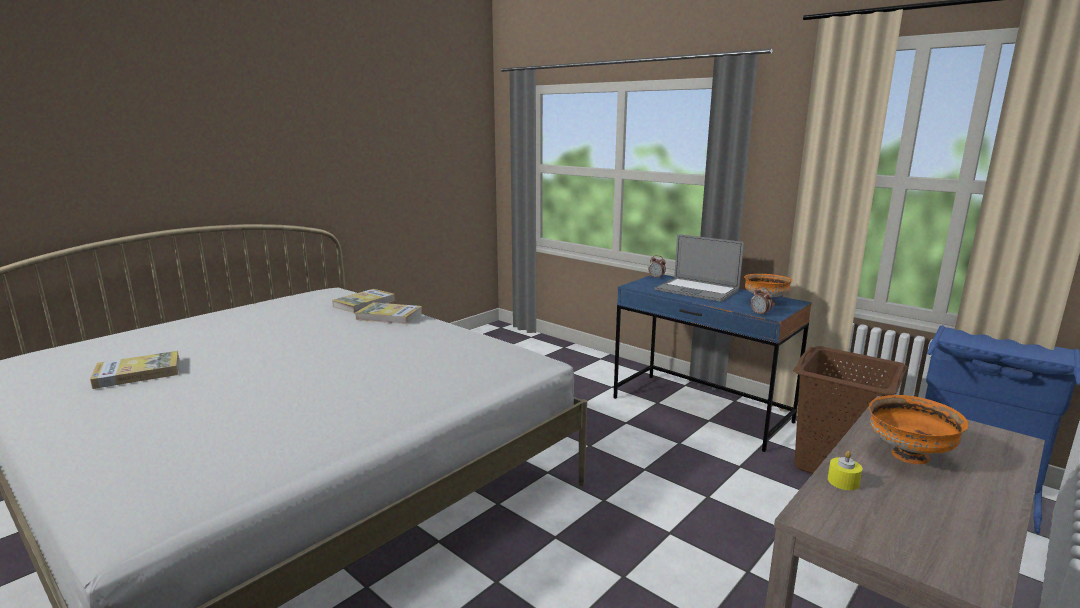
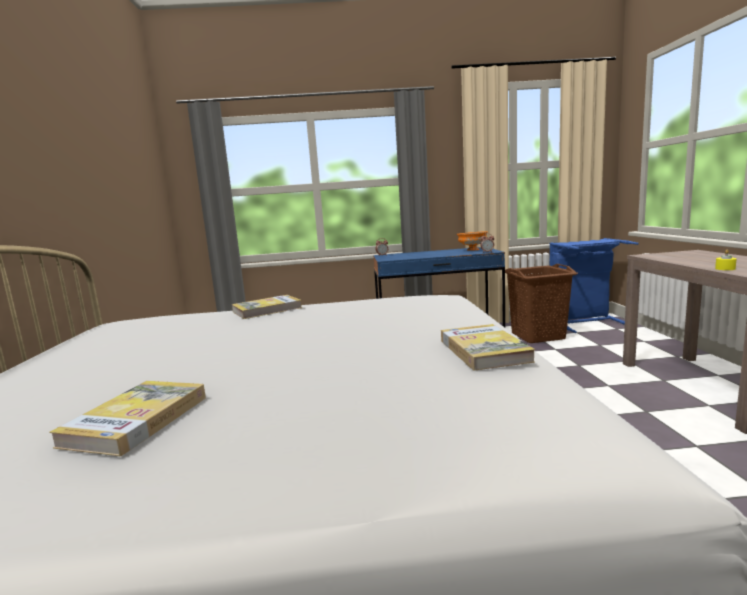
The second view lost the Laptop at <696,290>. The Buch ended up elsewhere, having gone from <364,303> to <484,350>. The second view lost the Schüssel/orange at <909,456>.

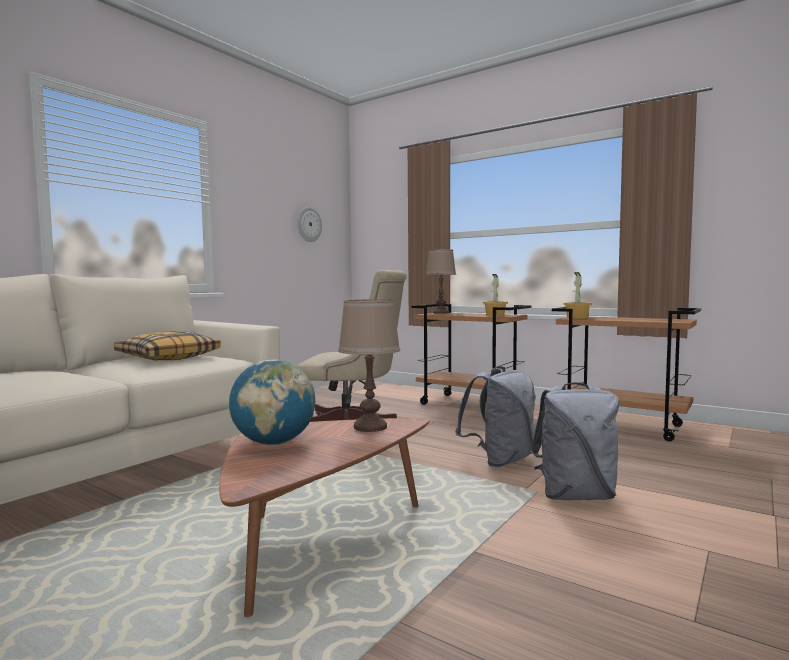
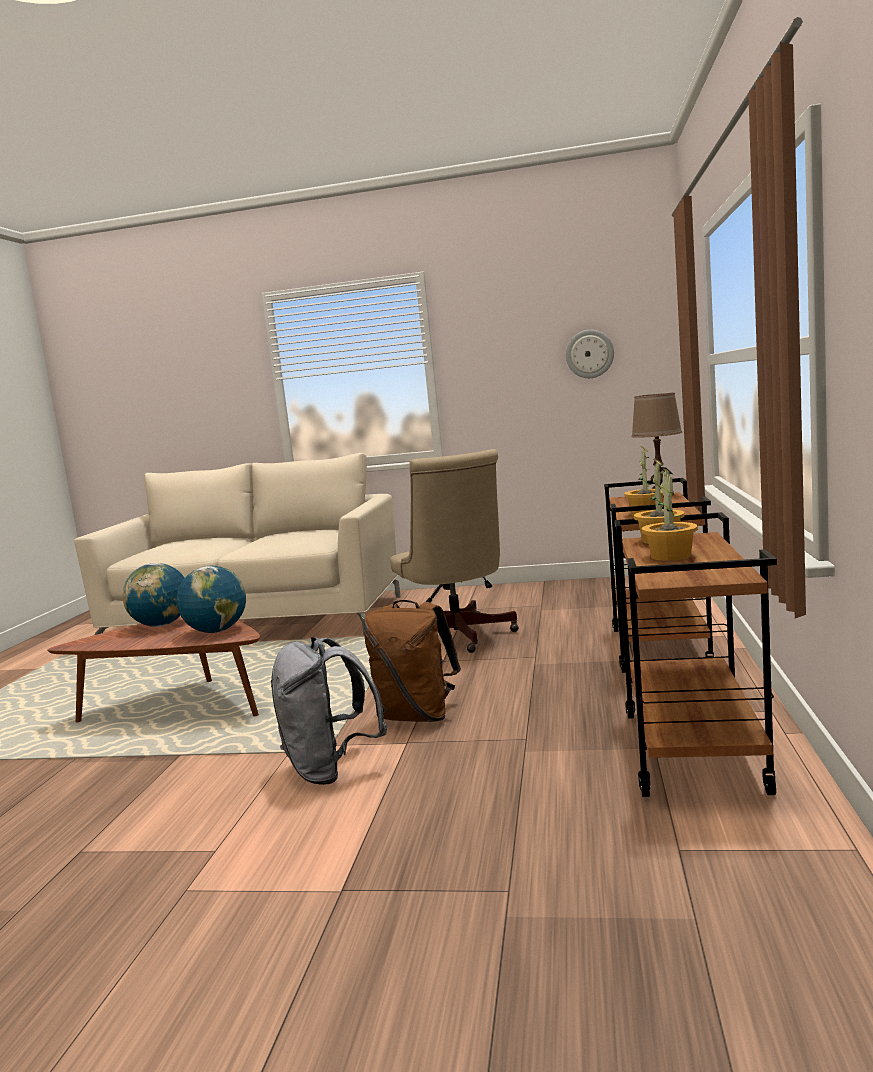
Where the Tischlampe/braun stood at <370,427>, the Globus came to stand at <216,631>. The second view lost the Kissen at <168,357>. What was the Rucksack/grau at <500,460> turned into the Rucksack/braun at <417,716>. The second view gained the Topfpflanze at <670,556>.

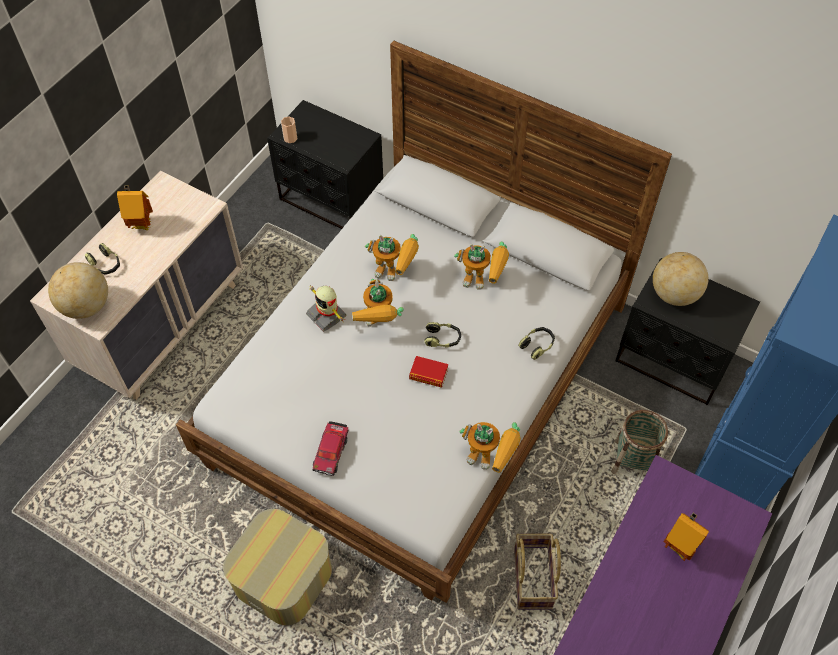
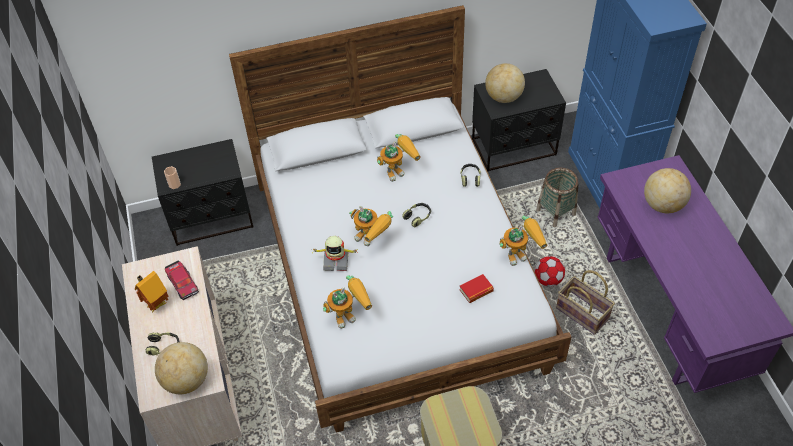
The Spielzeugroboter ended up elsewhere, having gone from <395,272> to <350,314>. The Buch ended up elsewhere, having gone from <428,374> to <476,290>. The Spielzeugauto ended up elsewhere, having gone from <331,451> to <182,283>. Where the Spielzeughaus stood at <679,546>, the Globus came to stand at <662,205>. The second view gained the Fußball at <548,279>.

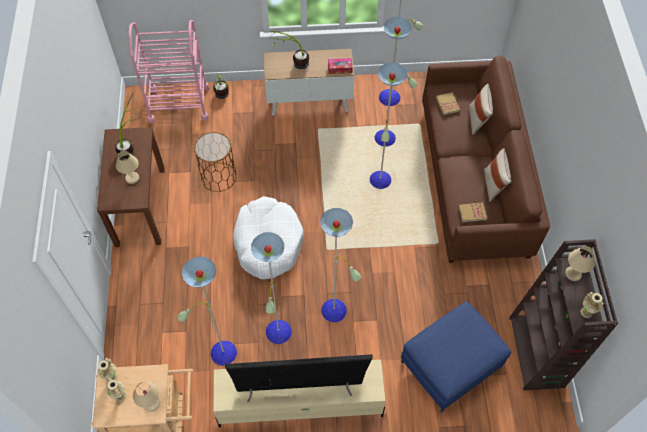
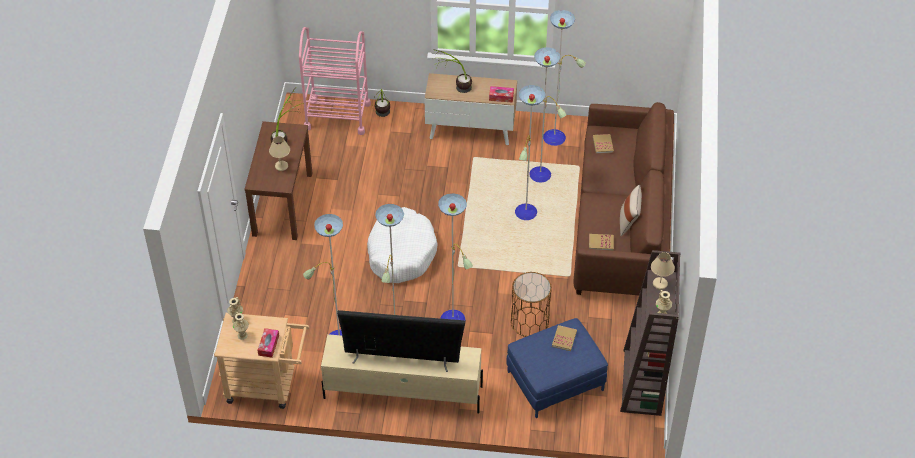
The second view lost the Kissen/beige at <477,120>. The Beistelltisch/braun ended up elsewhere, having gone from <219,177> to <530,322>. Where the Tischlampe/beige stood at <152,404>, the Taschentuchbox came to stand at <268,345>. The second view gained the Buch at <564,339>.

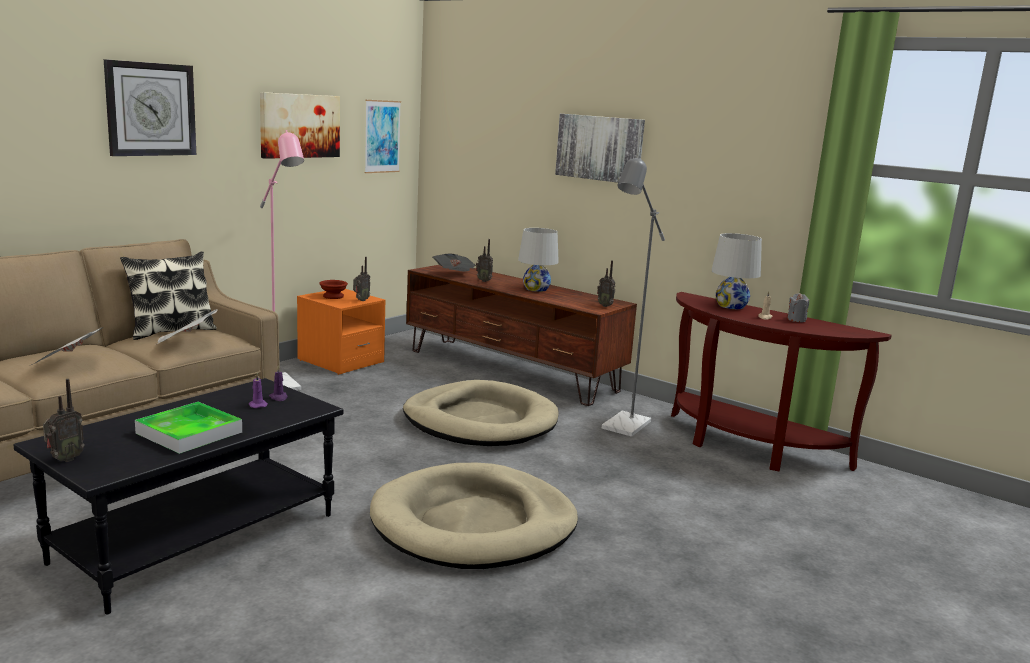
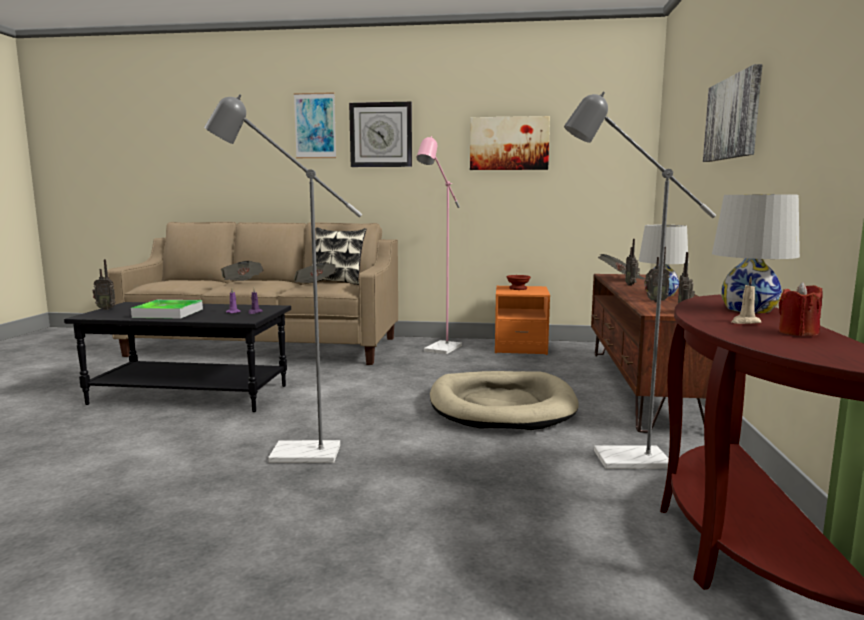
The Bild ended up elsewhere, having gone from <382,136> to <315,126>. The Radio ended up elsewhere, having gone from <360,300> to <654,301>. What was the Kerze/grau at <796,320> turned into the Kerze/rot at <798,333>. Where the Hundebett/beige stood at <474,524>, the Stehlampe/grau came to stand at <291,454>.

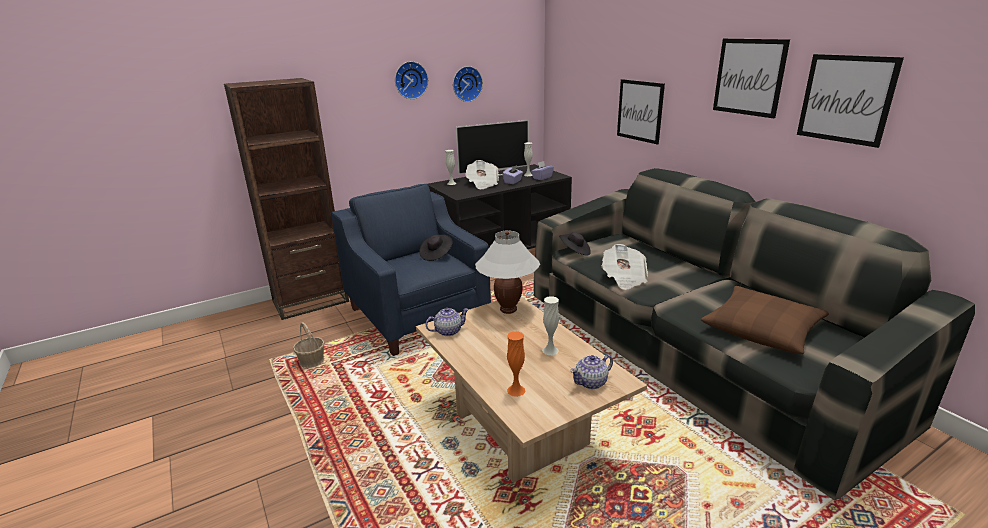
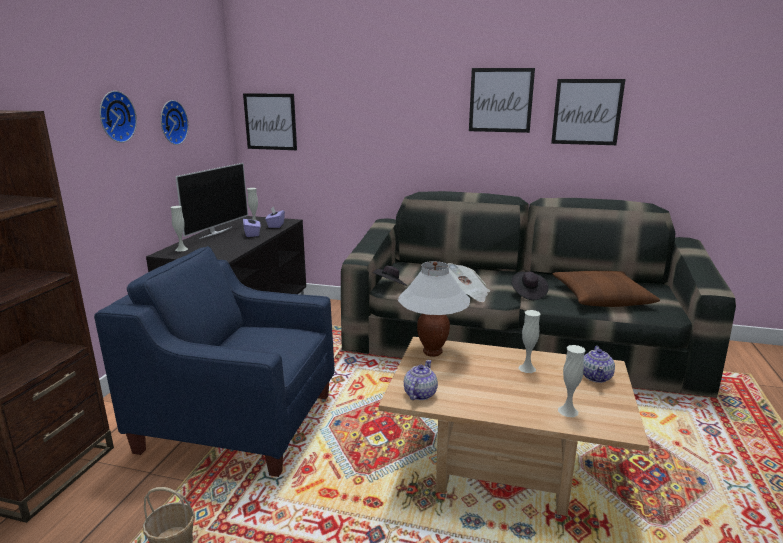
The Bild ended up elsewhere, having gone from <640,111> to <270,121>. The second view lost the Zeitung at <482,184>. The Hut/schwarz ended up elsewhere, having gone from <436,255> to <528,293>. What was the Vase/orange at <516,390> turned into the Vase/weiß at <568,411>.

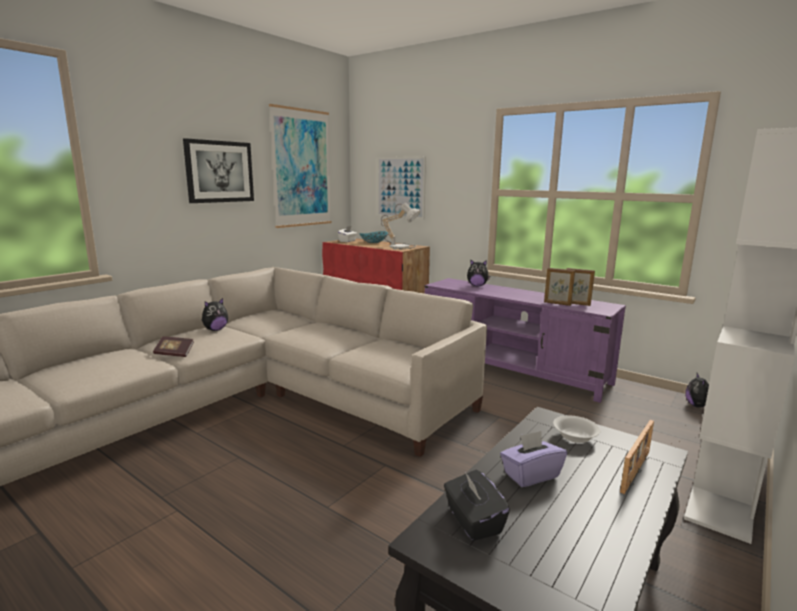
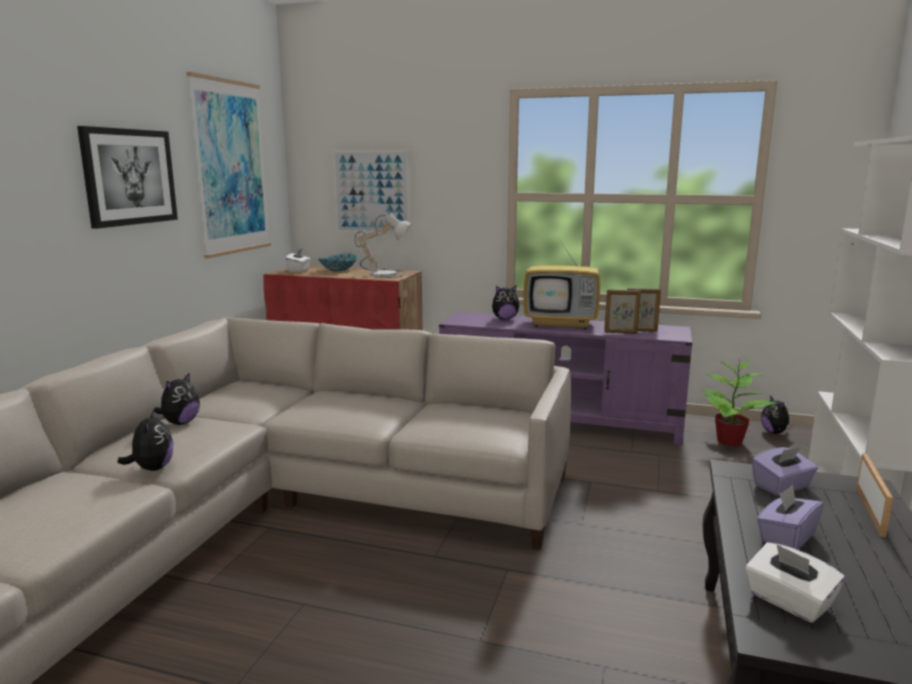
Where the Buch stood at <174,353>, the Plüschtier came to stand at <152,468>. Where the Schüssel/weiß stood at <575,437>, the Taschentuchbox/lila came to stand at <782,486>. What was the Taschentuchbox/schwarz at <473,521> turned into the Taschentuchbox/weiß at <788,602>. The second view gained the Fernseher at <562,324>. The second view gained the Topfpflanze at <728,441>.

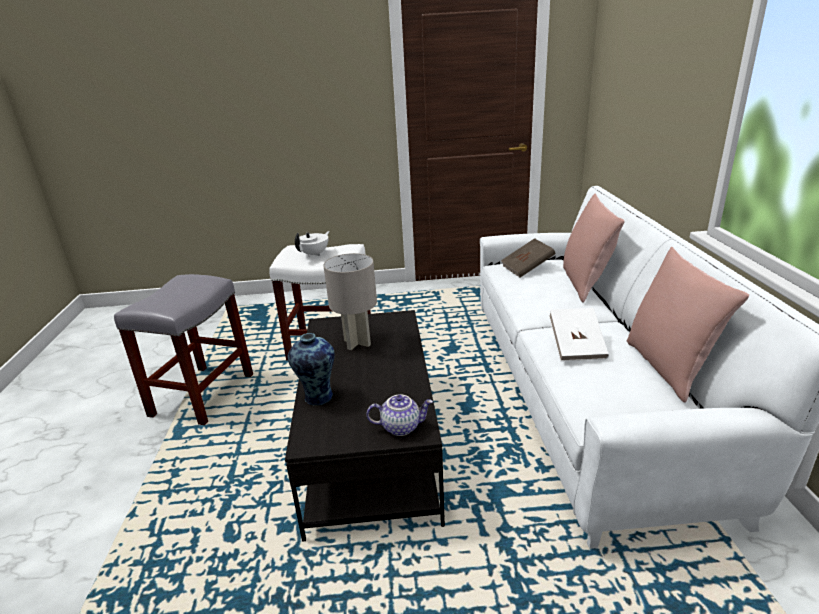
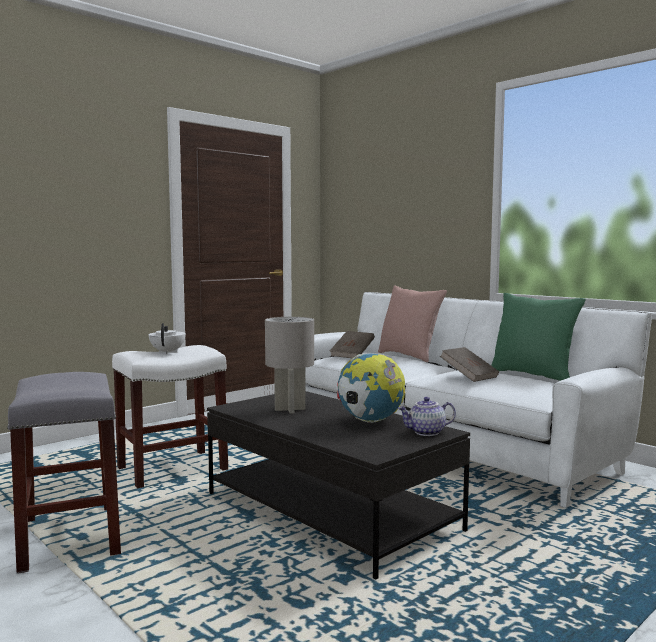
What was the Kissen/rosa at <668,368> turned into the Kissen/grün at <533,376>. What was the Buch/weiß at <576,347> turned into the Buch/braun at <469,376>. The second view lost the Vase at <317,397>. The Teekanne at <401,427> ended up facing another way, 150 degrees counterclockwise from before. The second view gained the Globus at <370,421>.

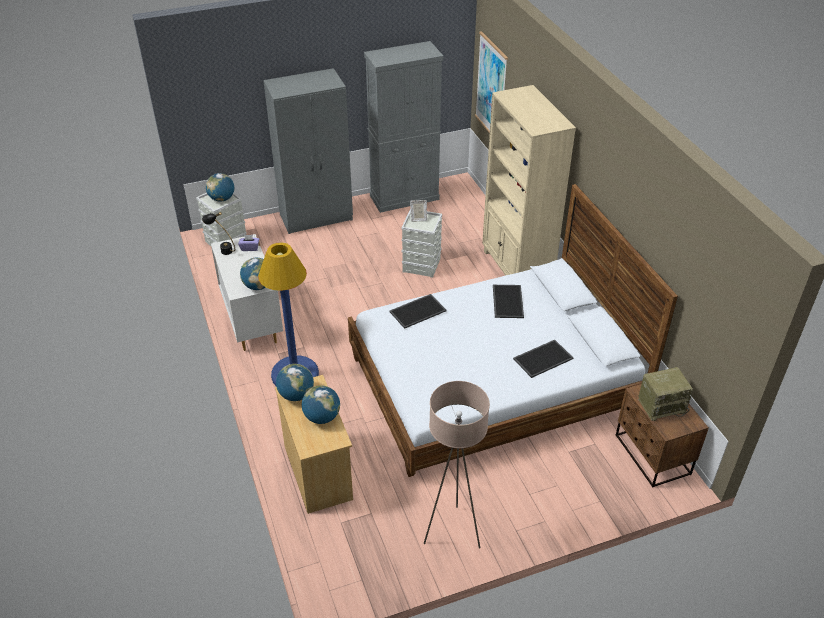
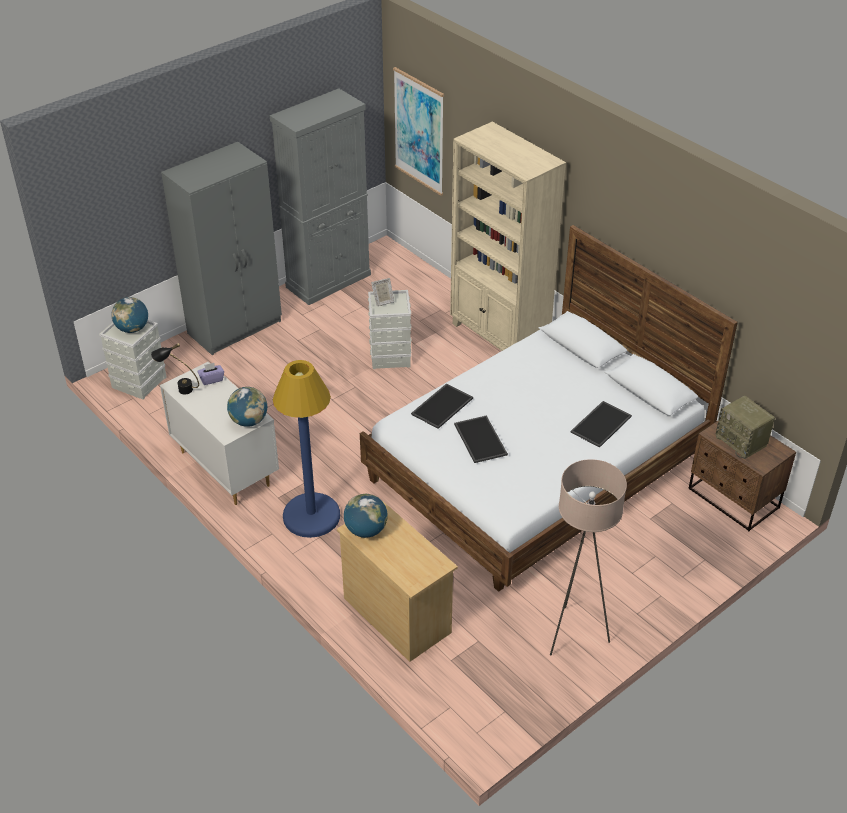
The Tablett ended up elsewhere, having gone from <507,301> to <479,439>. The Radio at <662,405> ended up facing another way, 90 degrees clockwise from before. The second view lost the Globus at <322,417>.

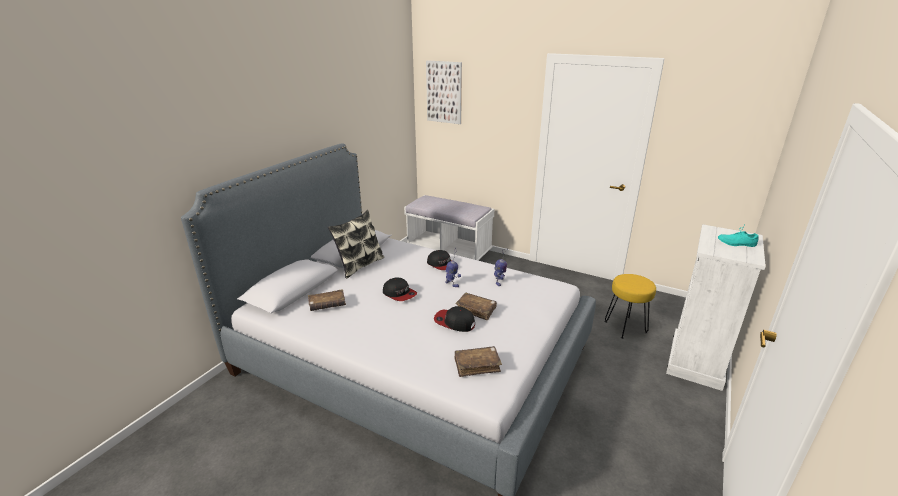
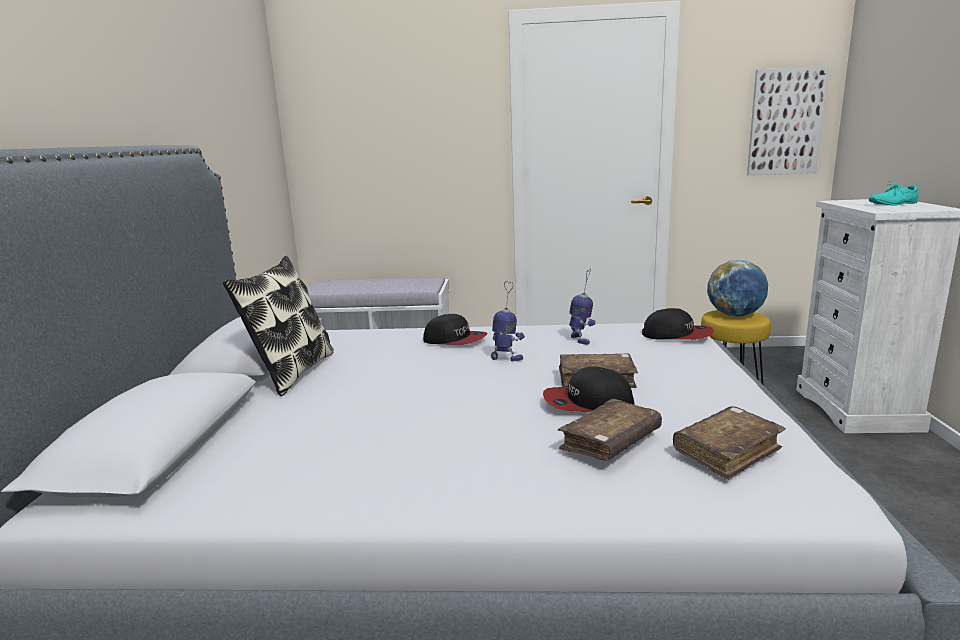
The Bild ended up elsewhere, having gone from <444,92> to <785,122>. The Kappe ended up elsewhere, having gone from <399,294> to <677,335>. The Buch/braun ended up elsewhere, having gone from <327,305> to <610,442>. The second view gained the Globus at <735,315>.

